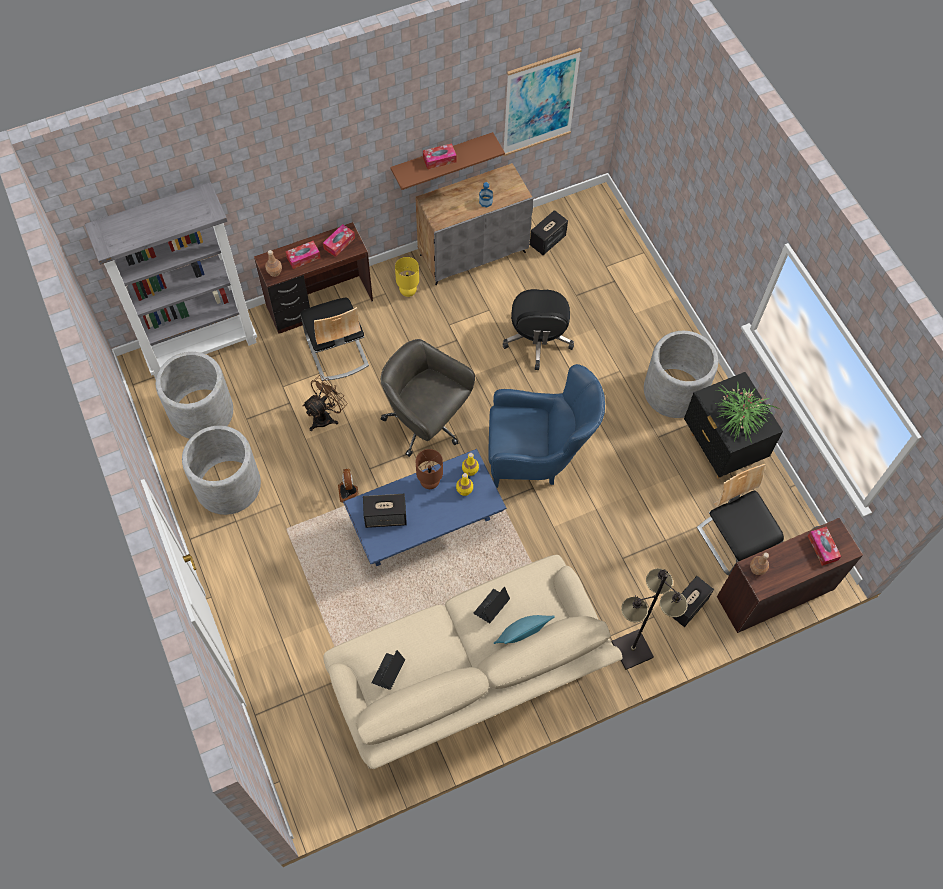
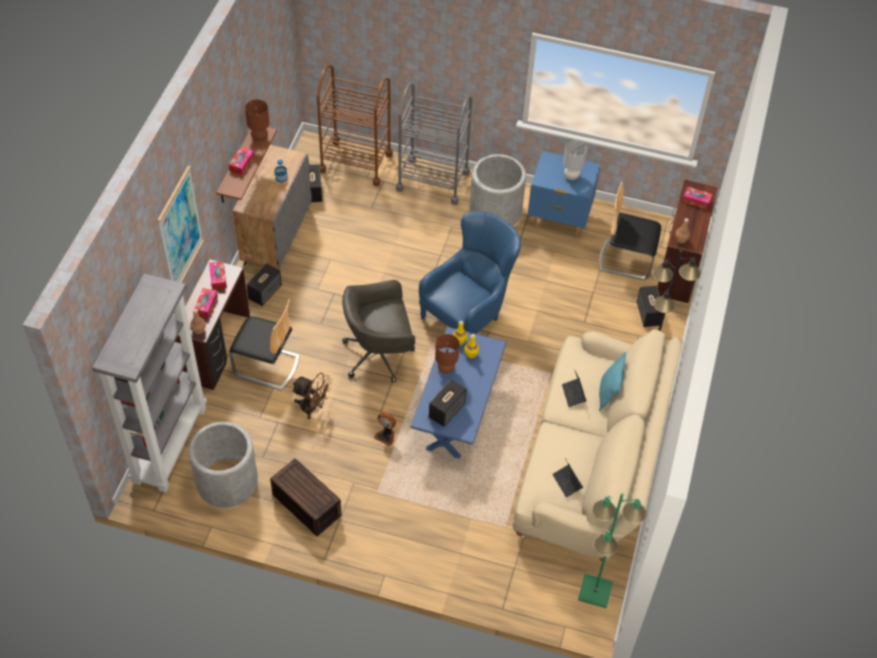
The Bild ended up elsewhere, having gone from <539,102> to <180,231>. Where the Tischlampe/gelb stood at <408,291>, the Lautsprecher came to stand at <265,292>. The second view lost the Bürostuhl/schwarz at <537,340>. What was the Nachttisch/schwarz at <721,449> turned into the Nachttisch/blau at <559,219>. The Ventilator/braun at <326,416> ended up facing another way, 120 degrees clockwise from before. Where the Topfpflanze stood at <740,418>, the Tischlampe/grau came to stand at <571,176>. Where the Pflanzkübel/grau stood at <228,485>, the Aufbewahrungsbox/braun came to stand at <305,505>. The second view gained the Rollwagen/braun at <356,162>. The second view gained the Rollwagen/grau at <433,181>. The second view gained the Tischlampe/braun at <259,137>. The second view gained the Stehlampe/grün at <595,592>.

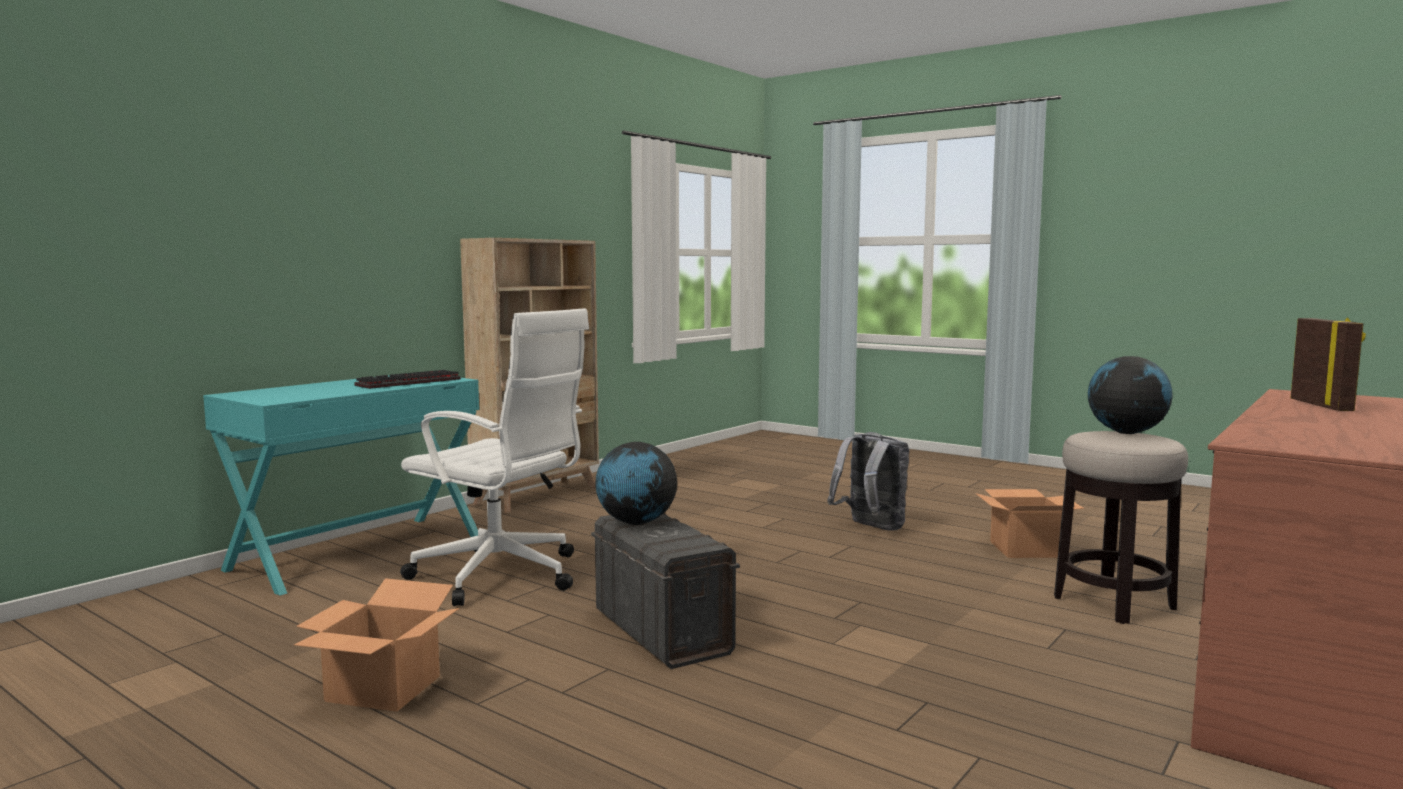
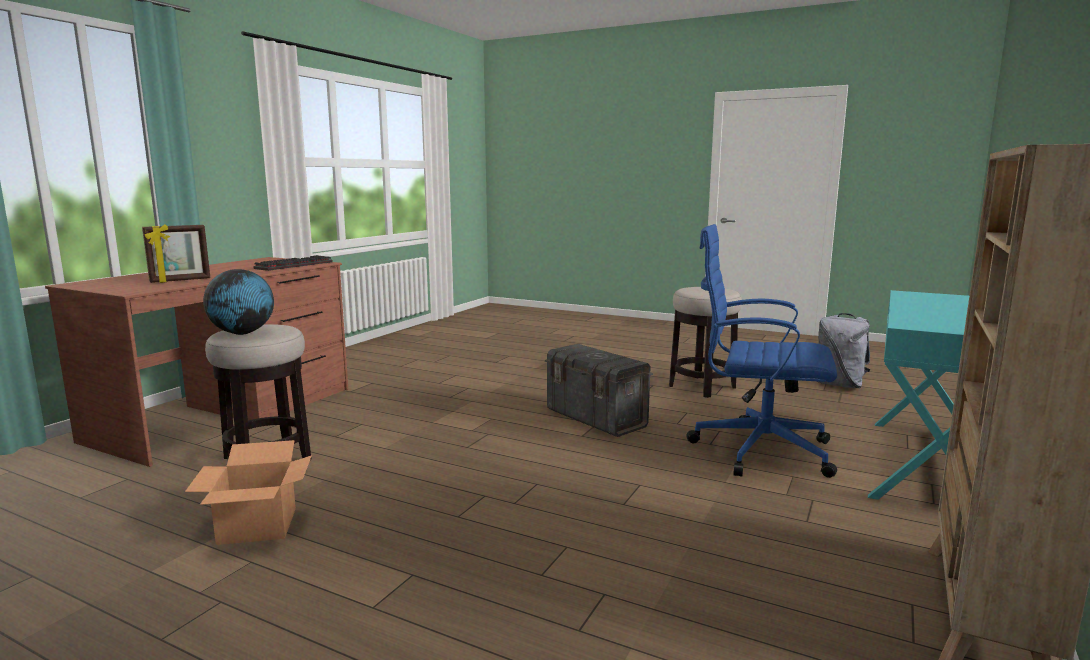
What was the Bürostuhl/weiß at <501,576> turned into the Bürostuhl/blau at <757,449>. The Bilderrahmen at <1322,406> ended up facing another way, 120 degrees counterclockwise from before. The Tastatur ended up elsewhere, having gone from <408,383> to <294,265>. The Rucksack/grau ended up elsewhere, having gone from <871,528> to <839,385>. The second view lost the Globus at <636,522>. Where the Karton stood at <385,688>, the Hocker came to stand at <702,387>.

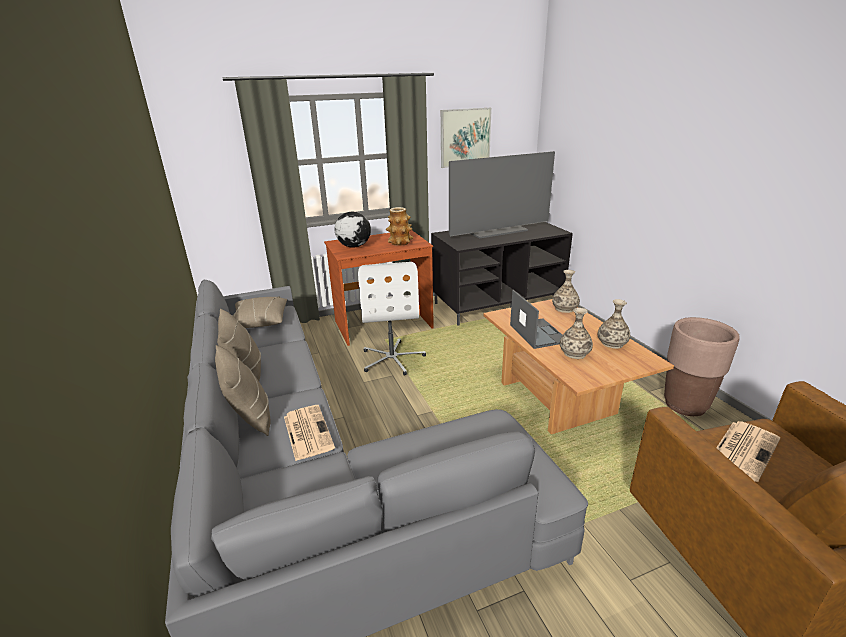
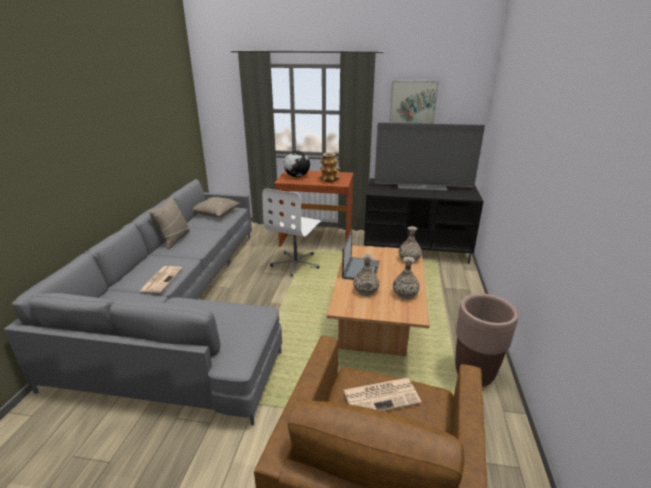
The second view lost the Kissen/beige at <250,417>.

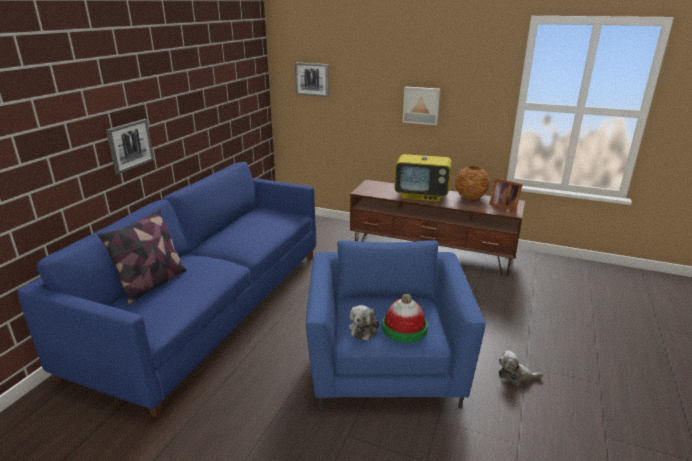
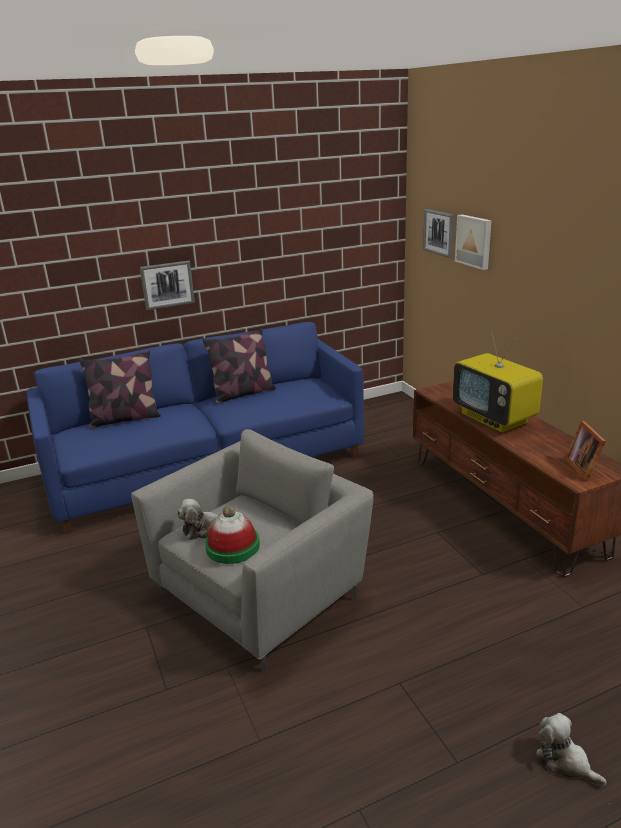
The Bild ended up elsewhere, having gone from <421,105> to <474,241>. The second view lost the Vase at <470,197>. What was the Sessel/blau at <386,366> turned into the Sessel/grau at <262,593>. The Plüschtier ended up elsewhere, having gone from <515,377> to <565,761>. The second view gained the Kissen at <243,394>.

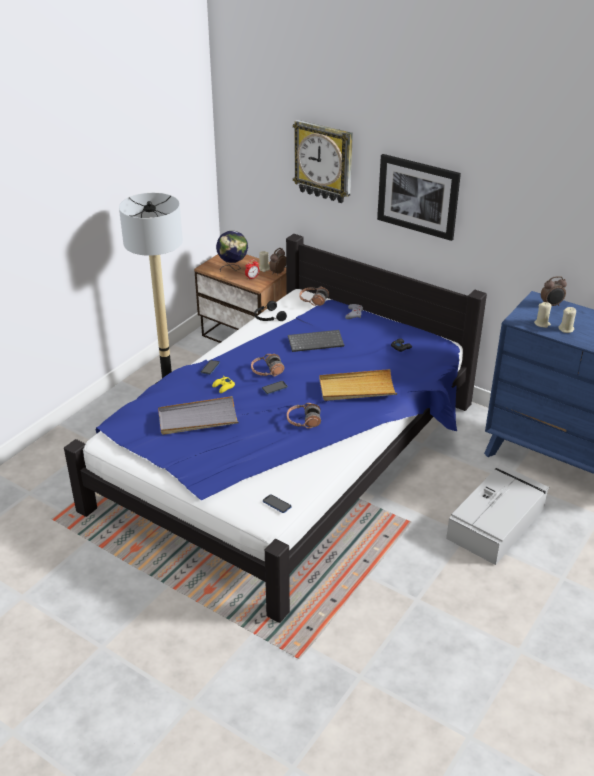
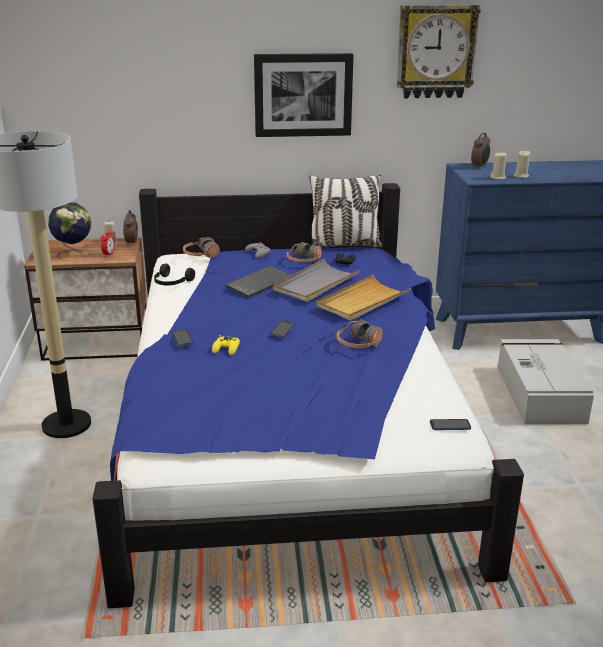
The Wanduhr ended up elsewhere, having gone from <324,161> to <435,52>. The Kopfhörer ended up elsewhere, having gone from <267,371> to <304,261>. The Tablett/grau ended up elsewhere, having gone from <197,419> to <316,284>. The second view gained the Kissen at <344,246>.

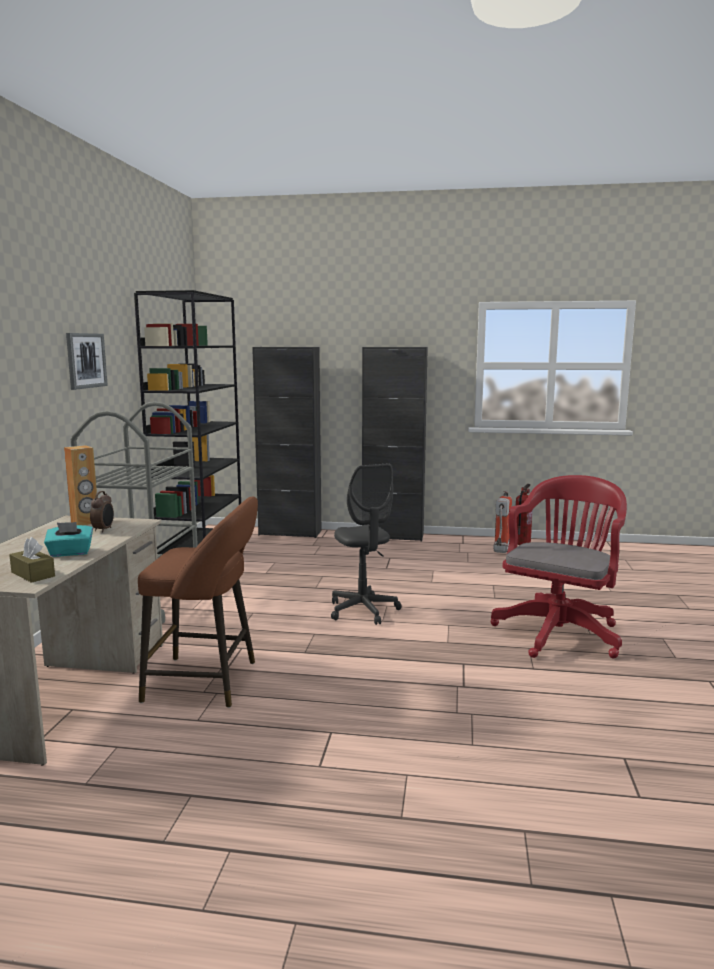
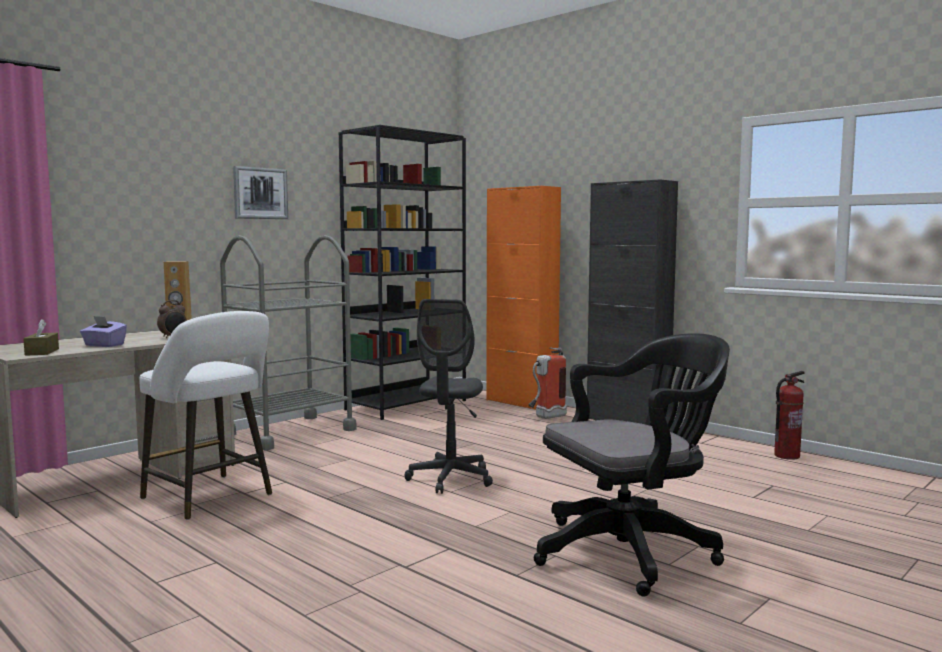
What was the Schrank/schwarz at <290,533> turned into the Schrank/orange at <521,403>. What was the Bürostuhl/rot at <560,631> turned into the Bürostuhl/schwarz at <632,551>. The Feuerlöscher ended up elsewhere, having gone from <501,551> to <546,417>. What was the Hocker/braun at <207,682> turned into the Hocker/weiß at <210,498>. What was the Taschentuchbox/türkis at <70,553> turned into the Taschentuchbox/lila at <104,345>.

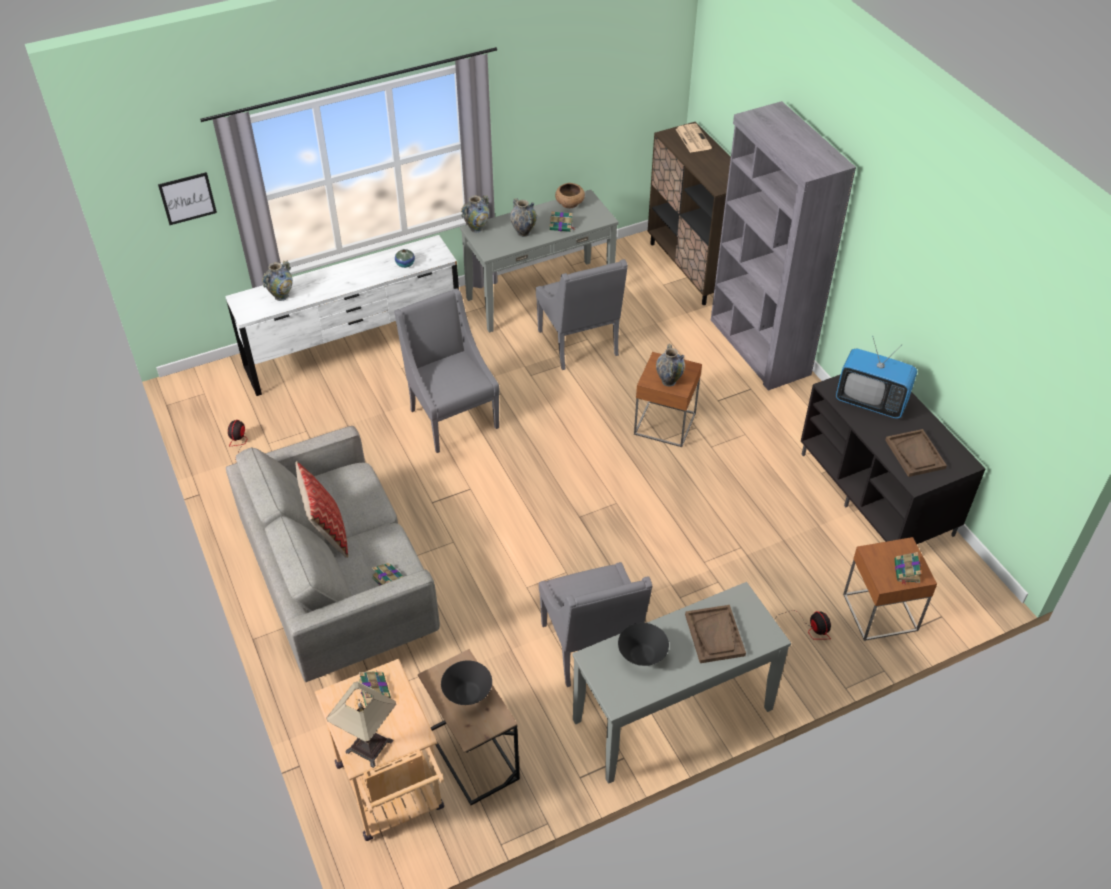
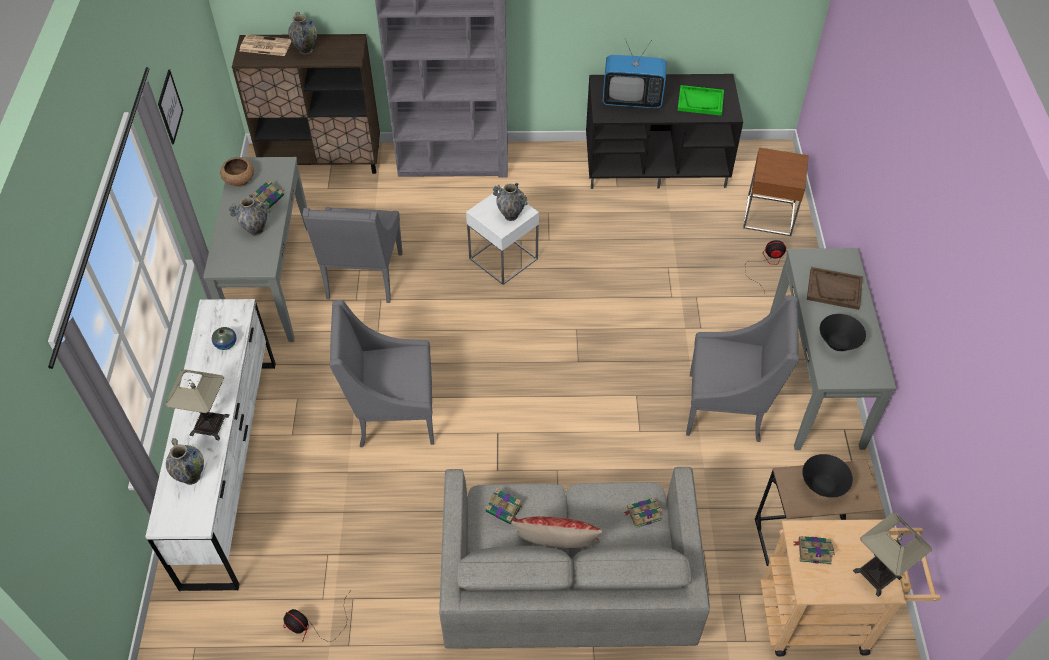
The Bild ended up elsewhere, having gone from <187,198> to <170,107>. The Vase ended up elsewhere, having gone from <476,228> to <305,50>. The Sessel/grau at <580,344> ended up facing another way, 90 degrees clockwise from before. The Fernseher at <871,402> ended up facing another way, 45 degrees clockwise from before. What was the Beistelltisch/braun at <665,423> turned into the Beistelltisch/weiß at <503,258>. What was the Tablett/braun at <915,454> turned into the Tablett/grün at <700,101>. The Buch ended up elsewhere, having gone from <907,572> to <504,509>. The second view gained the Tischlampe at <209,425>.

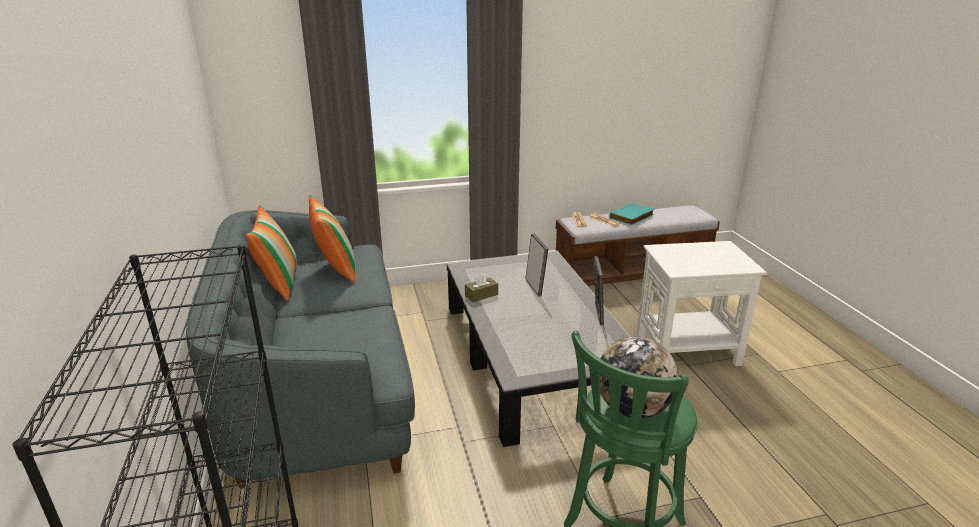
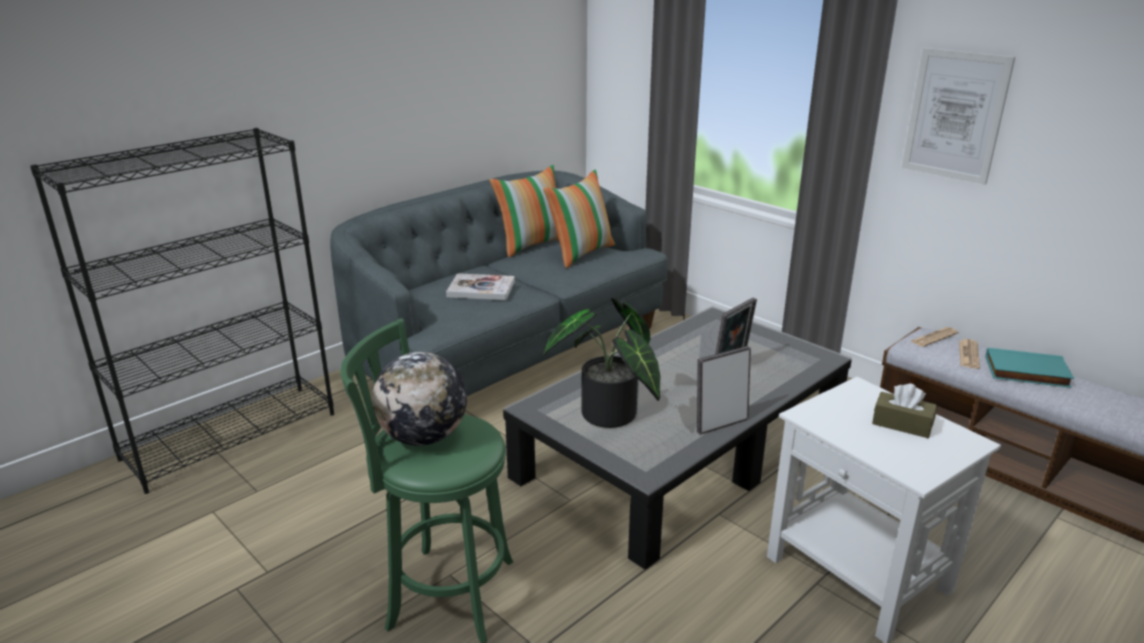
The Taschentuchbox/braun ended up elsewhere, having gone from <481,295> to <902,424>. The second view gained the Bild at <955,115>. The second view gained the Buch at <481,289>. The second view gained the Topfpflanze at <609,418>.

